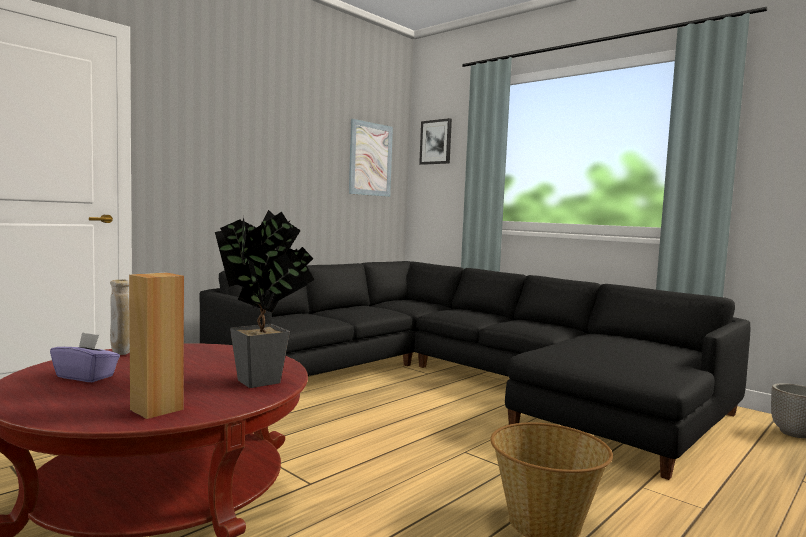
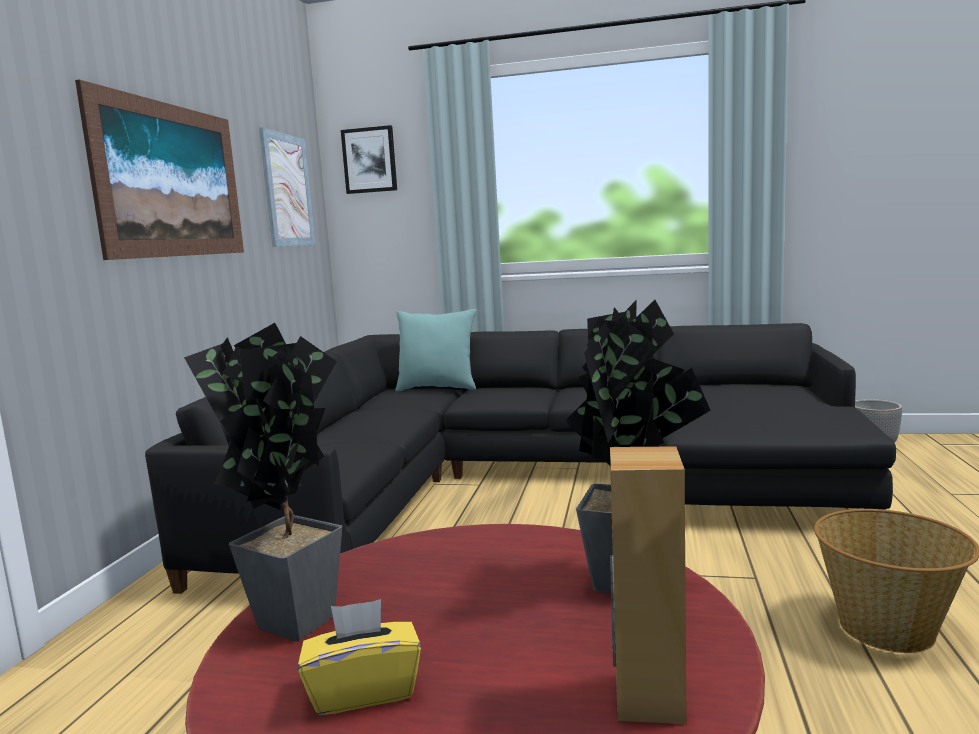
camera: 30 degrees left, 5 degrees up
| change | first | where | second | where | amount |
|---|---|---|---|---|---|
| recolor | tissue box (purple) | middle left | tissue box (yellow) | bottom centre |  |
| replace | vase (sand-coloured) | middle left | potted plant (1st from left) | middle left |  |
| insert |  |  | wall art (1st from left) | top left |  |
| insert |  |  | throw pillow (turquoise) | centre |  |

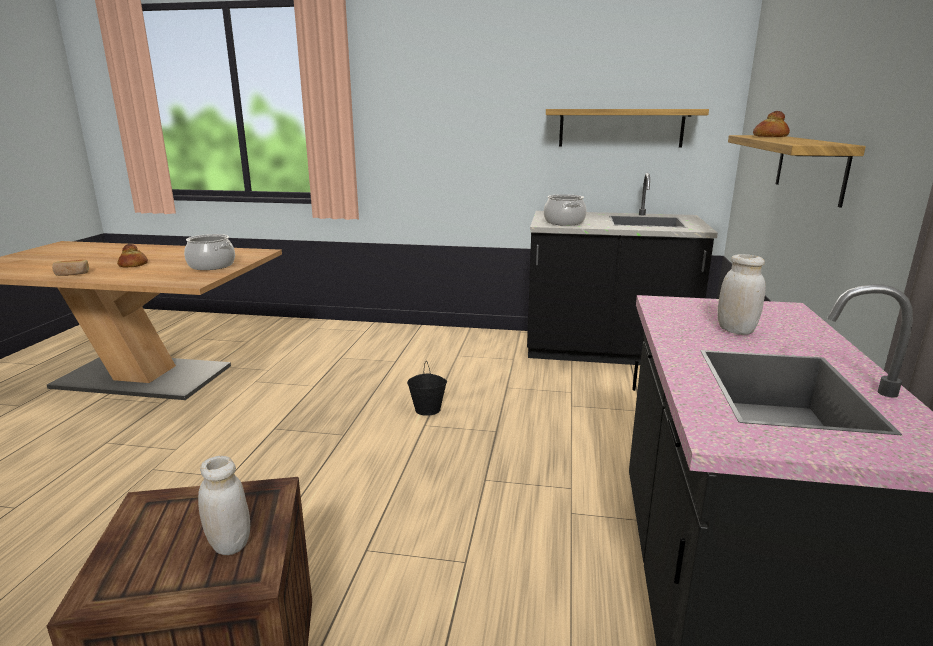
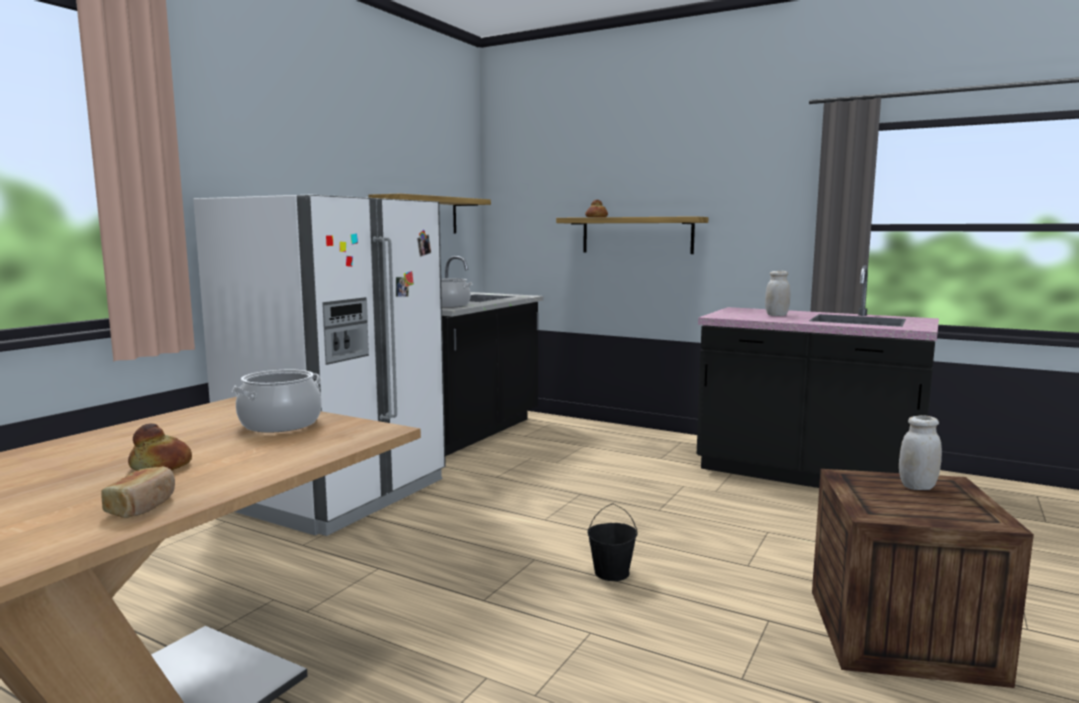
camera: 70 degrees left, 10 degrees down
| change | first | where | second | where | amount |
|---|---|---|---|---|---|
| move | water bucket (black) | centre |  | bottom centre |  |
| insert |  |  | kitchen fridge (white-coloured) | middle left |  |

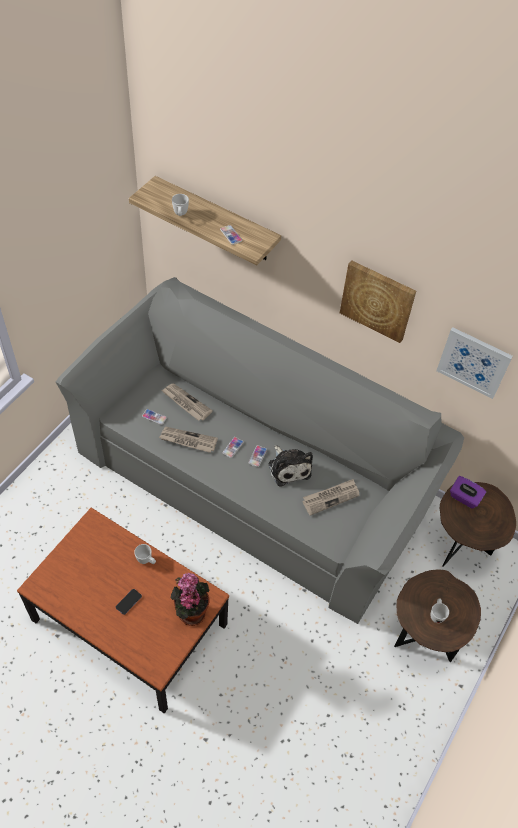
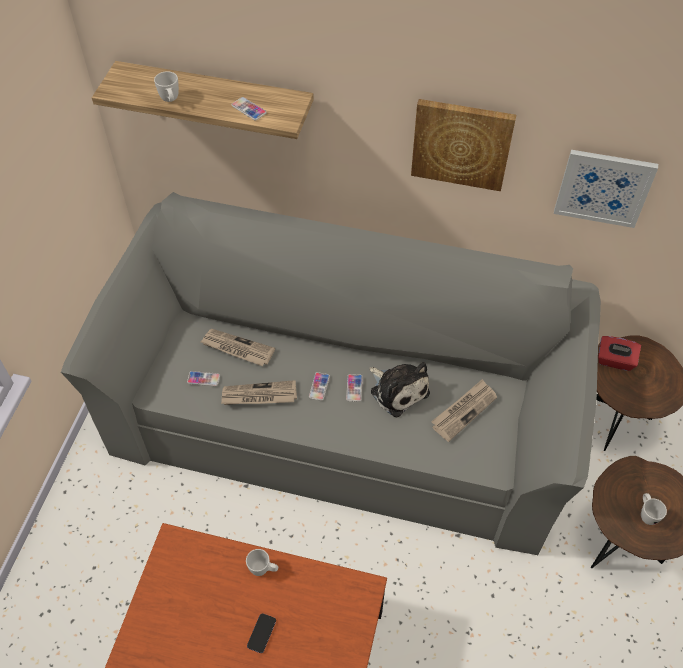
camera: 15 degrees left, 0 degrees up
| change | first | where | second | where | amount |
|---|---|---|---|---|---|
| delete | potted plant | bottom centre |  |  |  |
| recolor | tissue box (purple) | middle right | tissue box (reddish) | middle right |  |

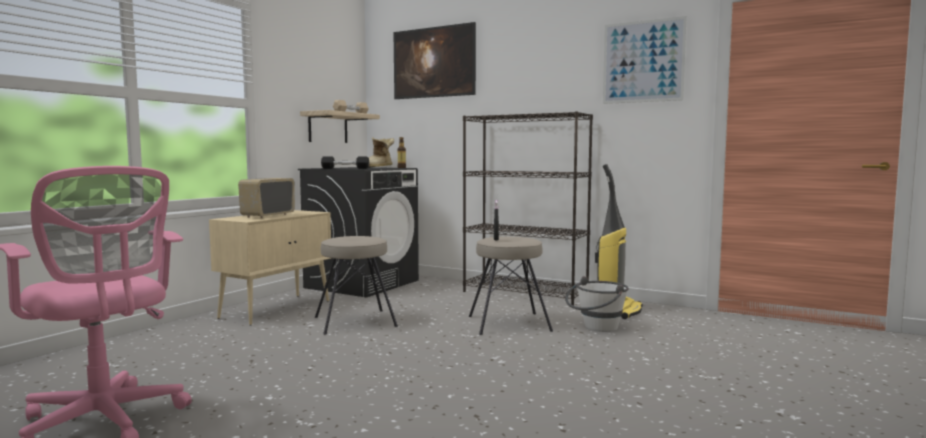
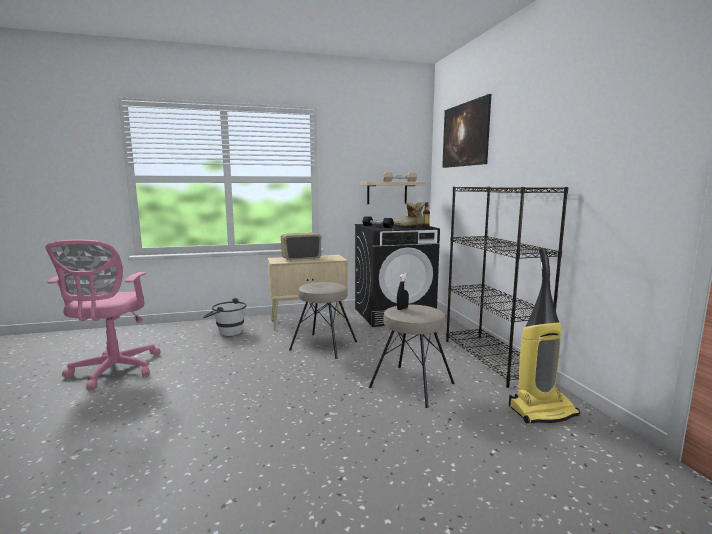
camera: 45 degrees right, 5 degrees up
| change | first | where | second | where | amount |
|---|---|---|---|---|---|
| move | water bucket (white-coloured) | bottom centre |  | middle left |  |
| delete | wall art (2nd from left) | top right |  |  |  |

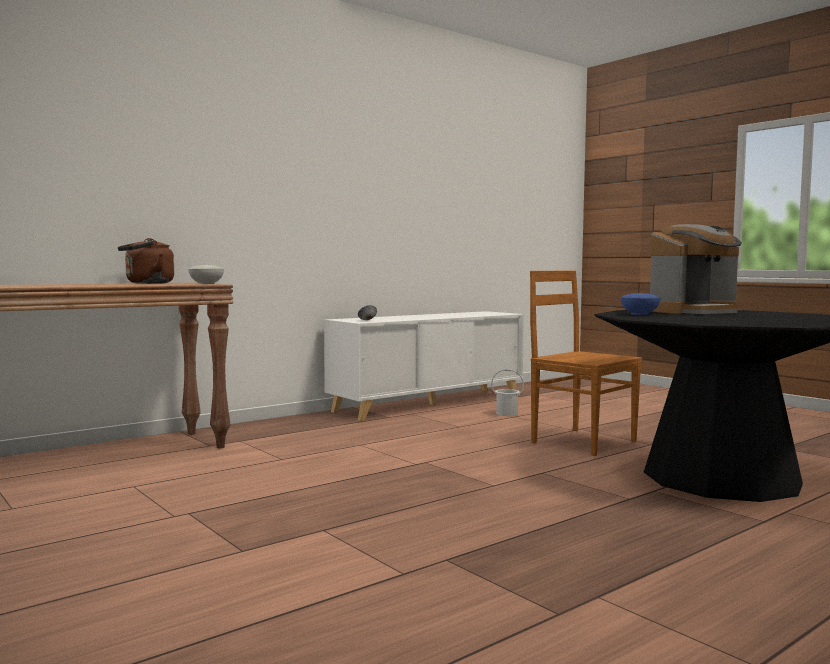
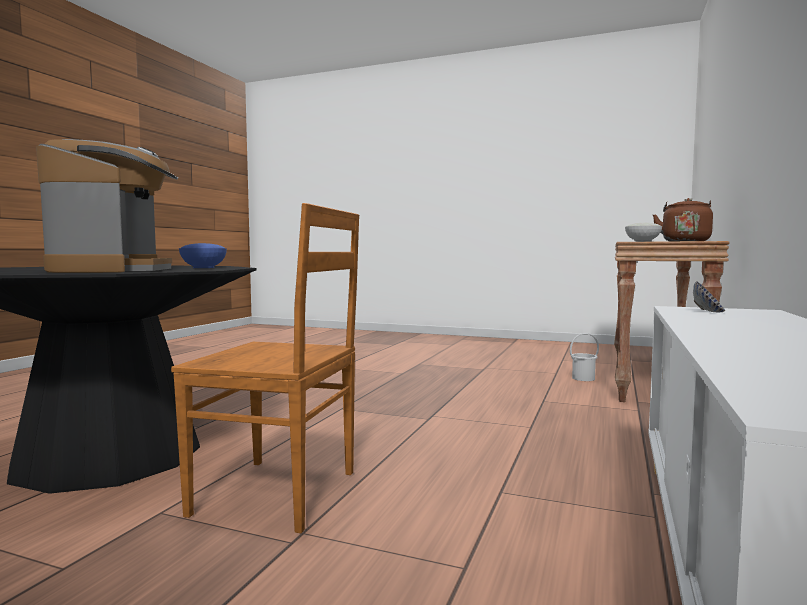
camera: 150 degrees right, 0 degrees up
| change | first | where | second | where | amount |
|---|---|---|---|---|---|
| move | water bucket (white-coloured) | centre |  | middle right |  |
| rotate | coffee maker | middle right |  | middle left | 135 degrees clockwise |

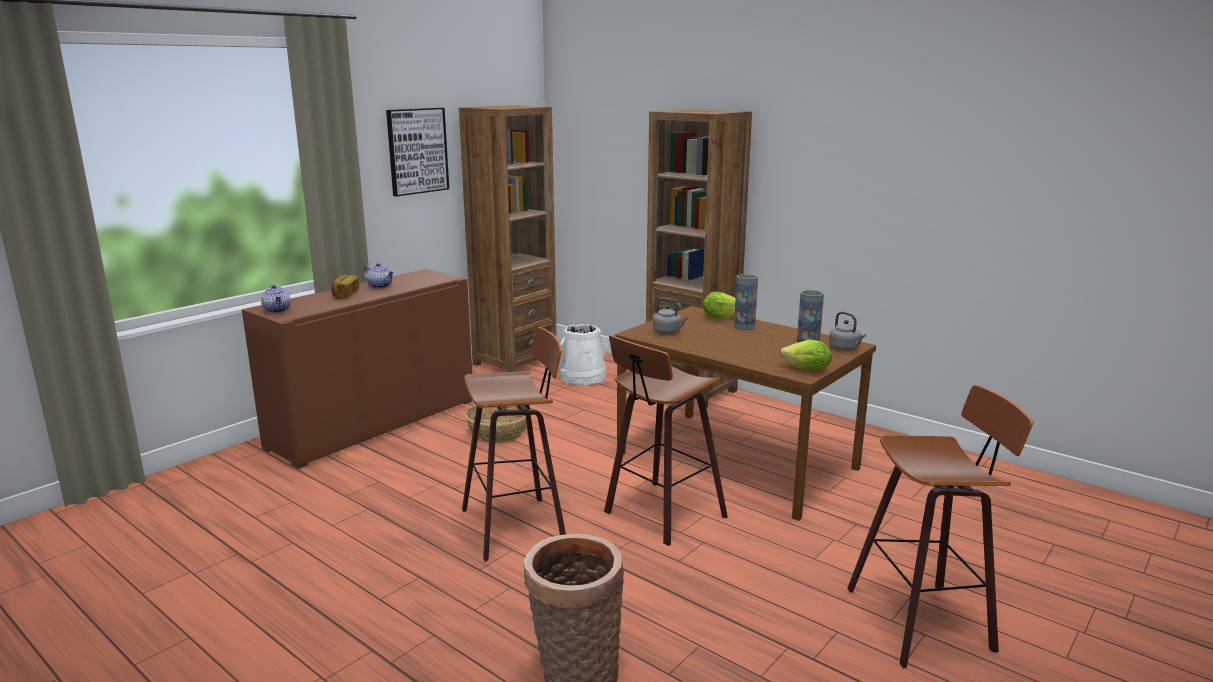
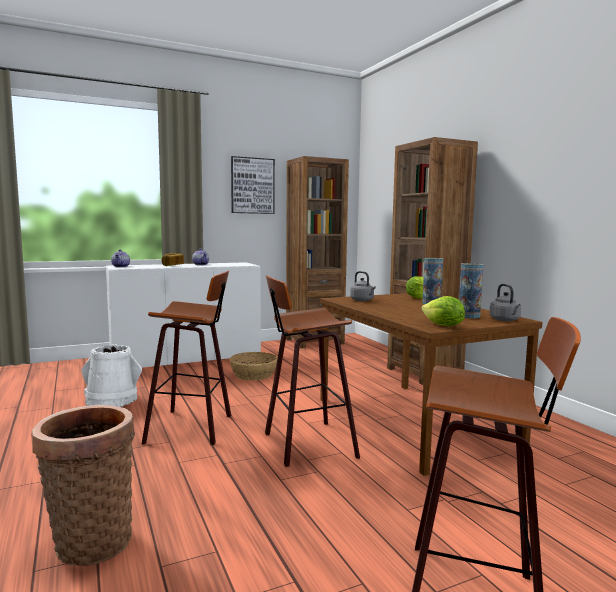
camera: 25 degrees right, 10 degrees down
| change | first | where | second | where | amount |
|---|---|---|---|---|---|
| recolor | cabinet (brown-coloured) | middle left | cabinet (white-coloured) | middle left |  |
| move | water bucket (white-coloured) | centre |  | middle left |  |

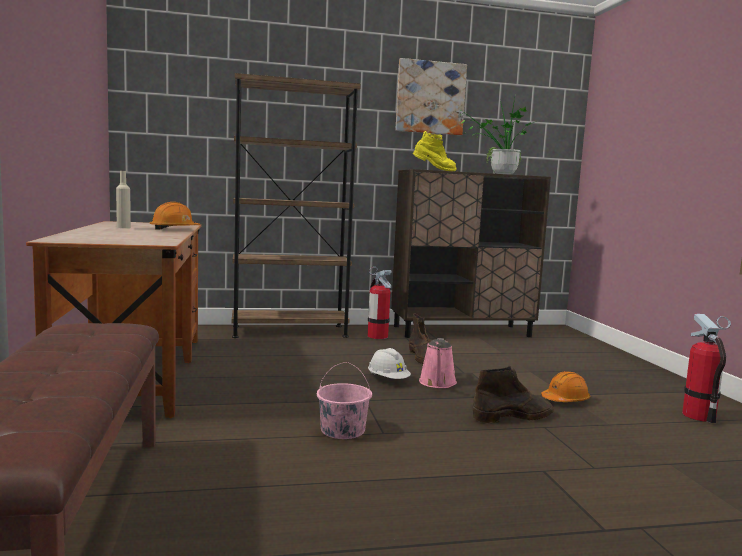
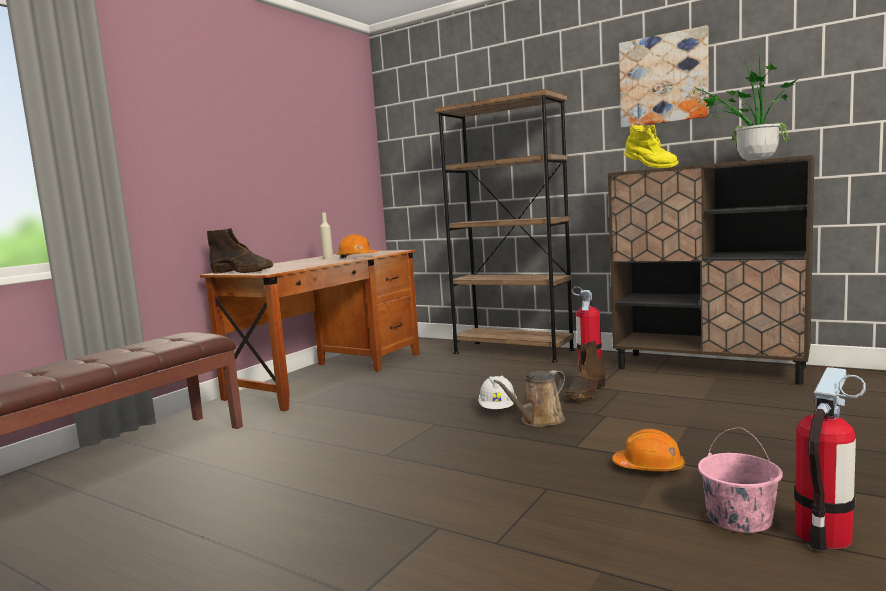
camera: 45 degrees right, 0 degrees up
| change | first | where | second | where | amount |
|---|---|---|---|---|---|
| move | water bucket (pink-coloured) | bottom centre |  | bottom right |  |
| recolor | sprinkling can (pink-coloured) | centre | sprinkling can (brown-coloured) | bottom centre |  |
| move | high-top boot (brown-coloured) (2nd from left in the first image) | bottom right | high-top boot (brown-coloured) (1st from left) | middle left |  |

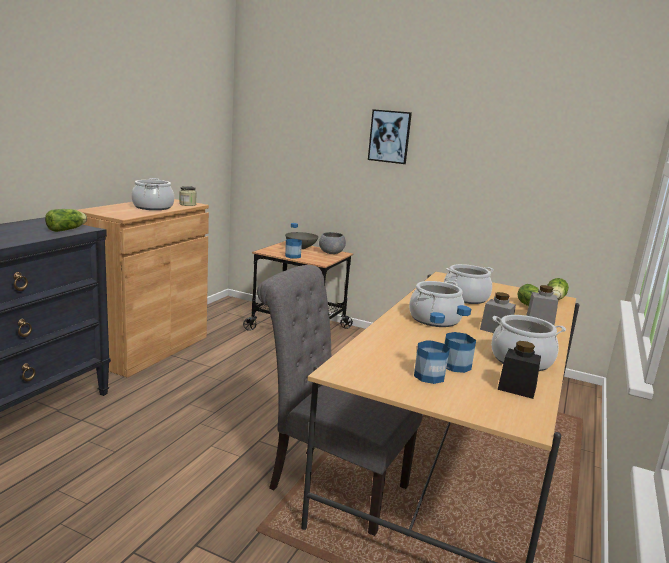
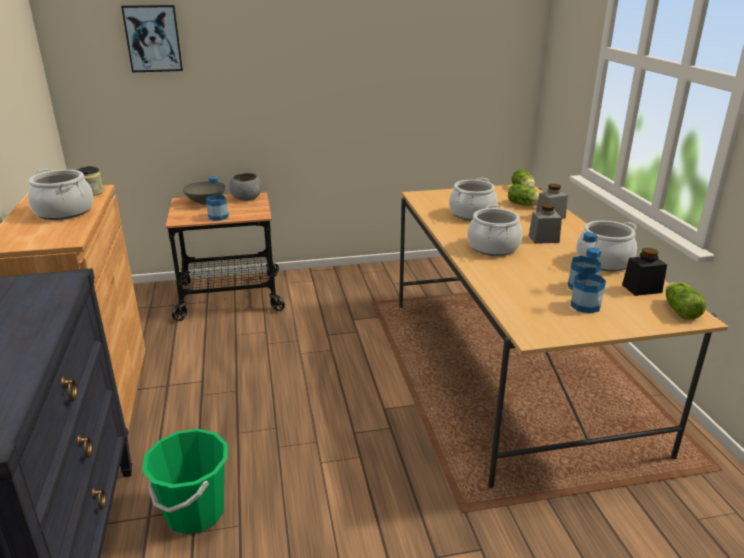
camera: 35 degrees left, 10 degrees up
| change | first | where | second | where | amount |
|---|---|---|---|---|---|
| move | lettuce head (1st from left in the first image) | middle left | lettuce head (3rd from left) | middle right |  |
| delete | upright chair (greyish) | bottom centre |  |  |  |
| move | wall art | top centre |  | top left |  |
| insert |  |  | water bucket (greenish) | bottom left |  |

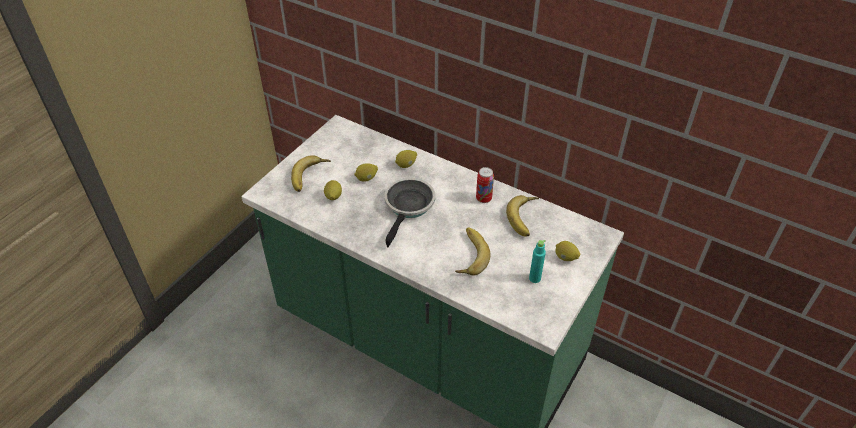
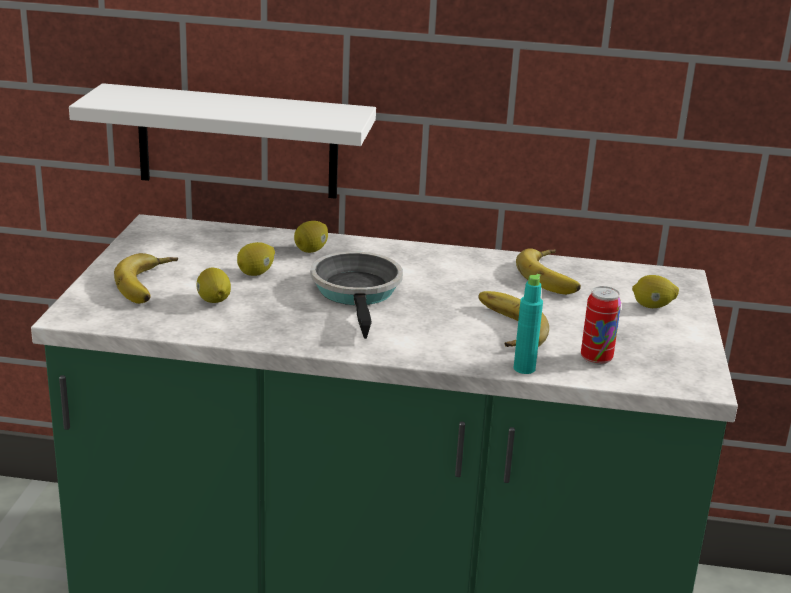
camera: 25 degrees left, 20 degrees down
| change | first | where | second | where | amount |
|---|---|---|---|---|---|
| move | metal can | centre |  | middle right |  |
| move | beverage bottle (turquoise) | centre |  | middle right |  |
| insert |  |  | shelf (white-coloured) | top left |  |

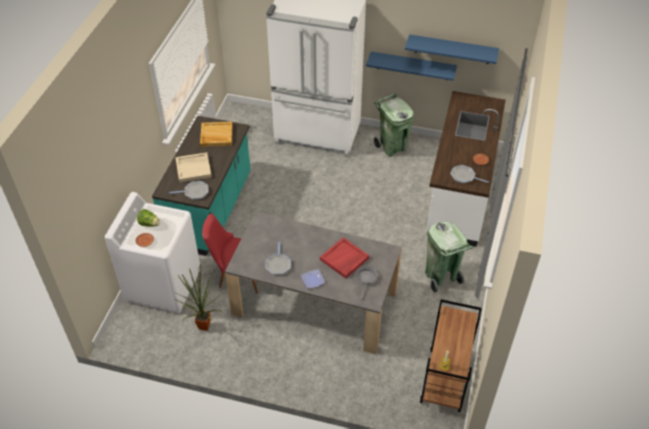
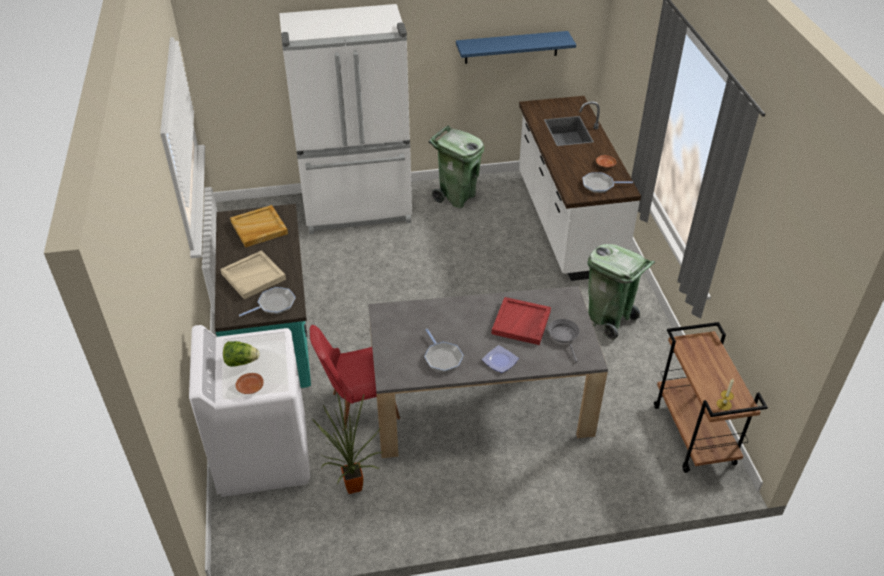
camera: 25 degrees left, 5 degrees down
| change | first | where | second | where | amount |
|---|---|---|---|---|---|
| delete | shelf (blue) (1st from left) | top centre |  |  |  |

